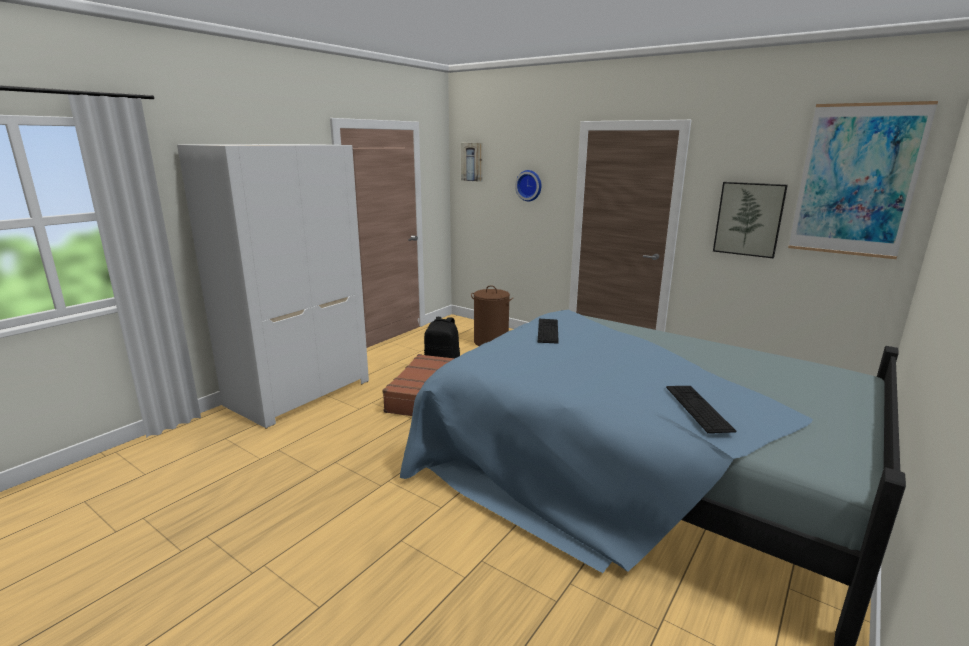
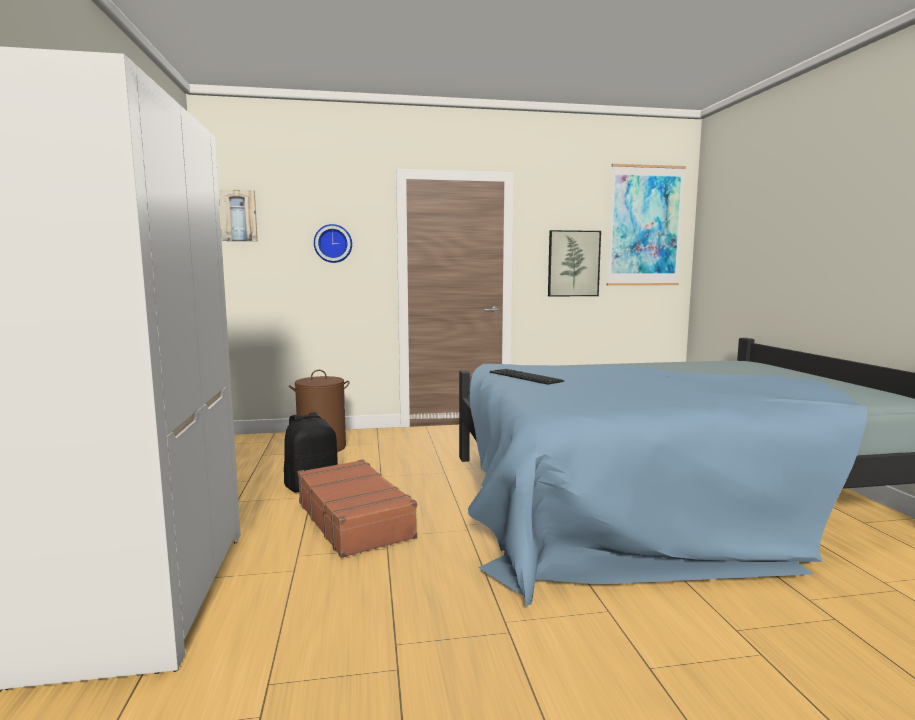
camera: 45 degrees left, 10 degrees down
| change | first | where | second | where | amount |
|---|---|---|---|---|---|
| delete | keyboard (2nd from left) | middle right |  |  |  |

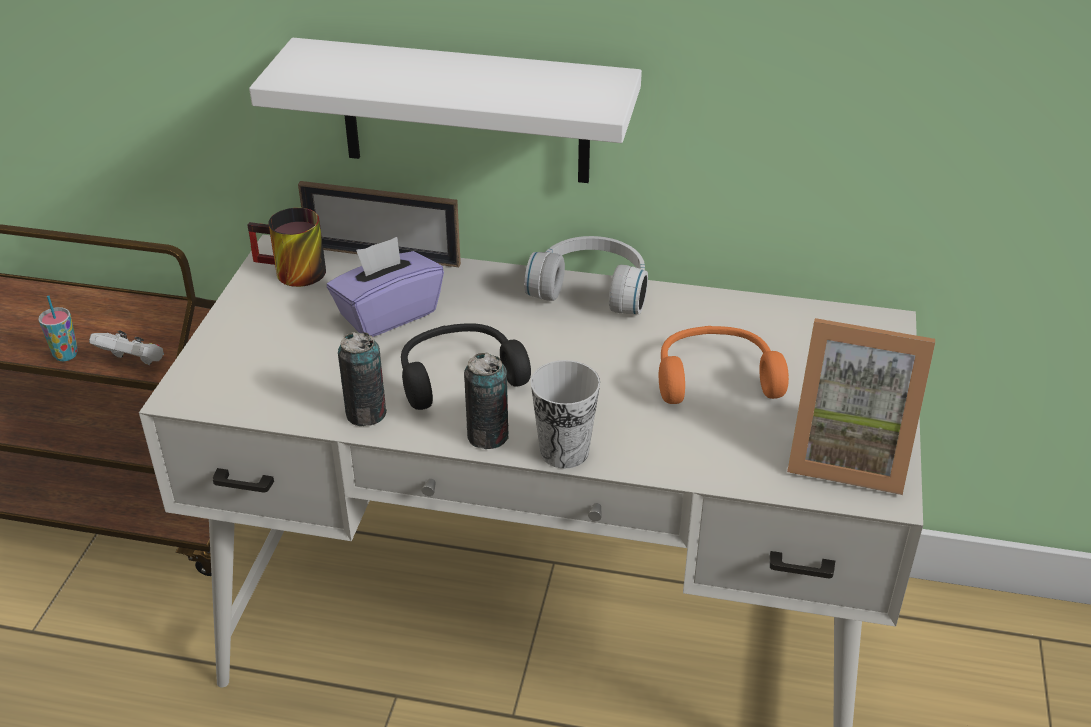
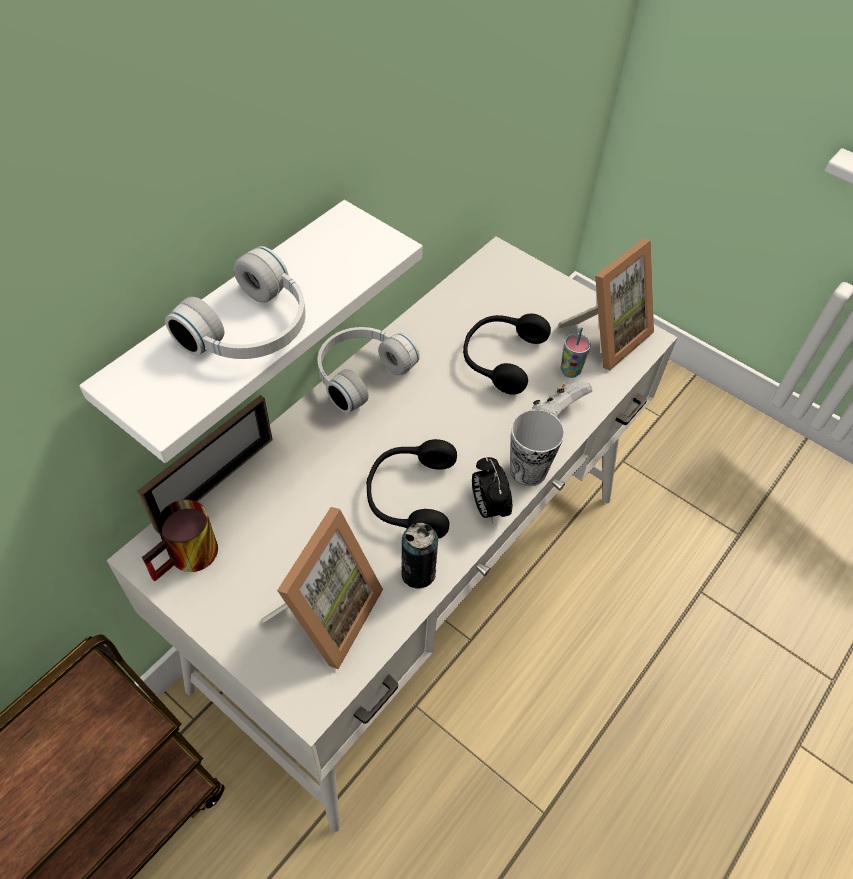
camera: 65 degrees left, 15 degrees up
| change | first | where | second | where | amount |
|---|---|---|---|---|---|
| move | drinking cup (1st from left in the first image) | middle left | drinking cup (2nd from left) | middle right |  |
| move | gamepad (white-coloured) | middle left |  | centre |  |
| delete | tissue box (purple) | centre |  |  |  |
| replace | metal can (2nd from left) | centre | bedside clock | centre |  |
| recolor | headset (orangey) | centre | headset (black) (2nd from left) | centre |  |
| insert |  |  | headset (white-coloured) (1st from left) | middle left |  |
| insert |  |  | picture frame (2nd from left) | bottom centre |  |

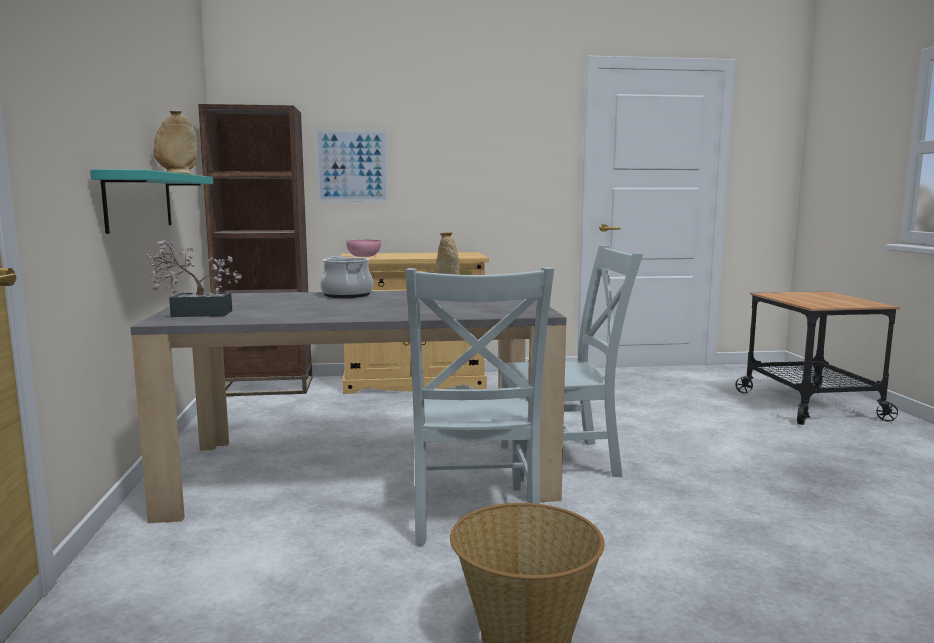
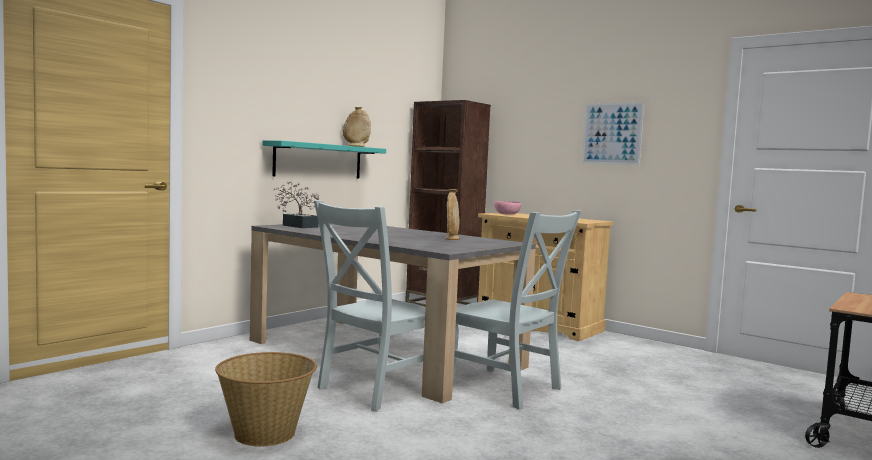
camera: 45 degrees right, 5 degrees down
| change | first | where | second | where | amount |
|---|---|---|---|---|---|
| move | wall art | top centre |  | top right |  |
| delete | cooking pot | centre |  |  |  |

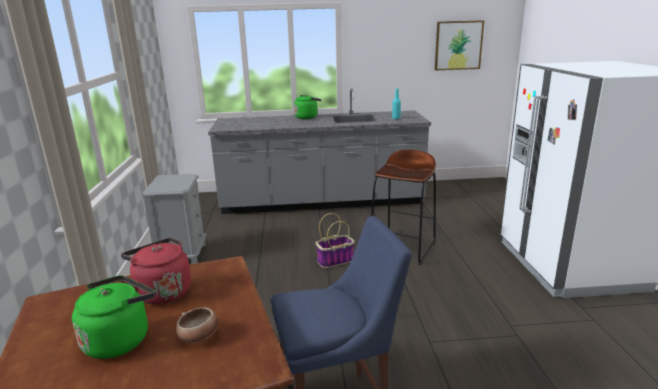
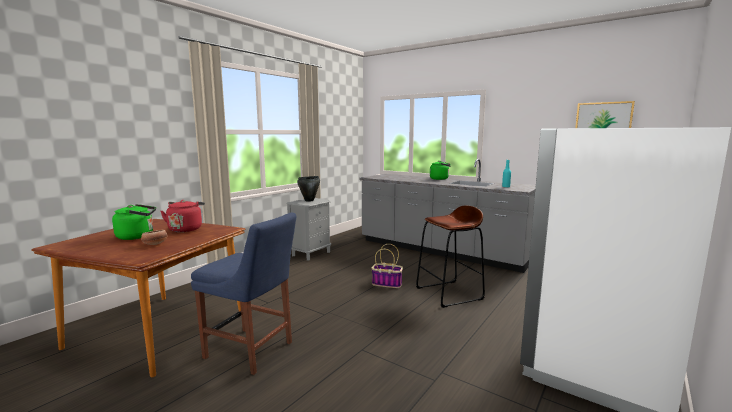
camera: 40 degrees right, 10 degrees down
| change | first | where | second | where | amount |
|---|---|---|---|---|---|
| insert |  |  | cooking pot (black) | centre |  |

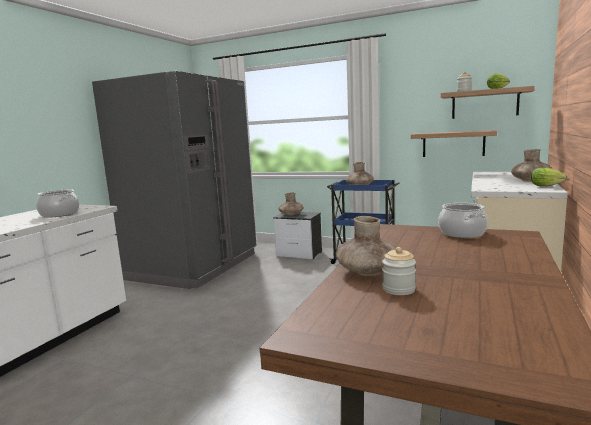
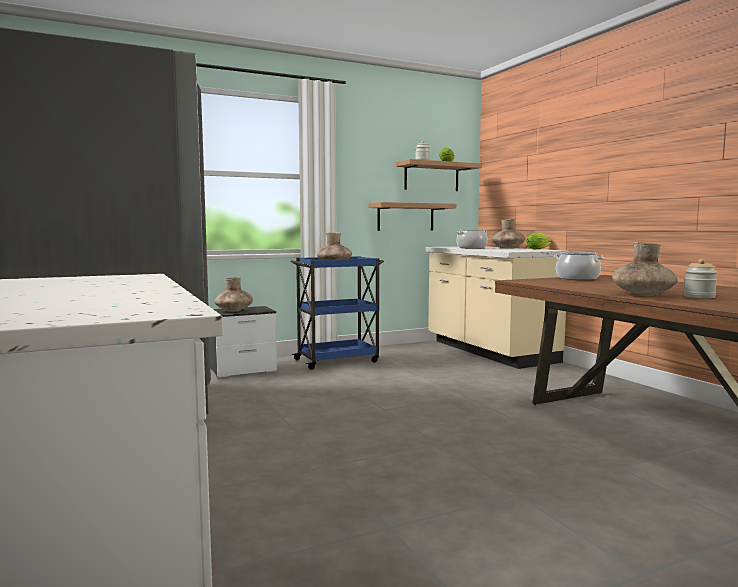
camera: 50 degrees left, 5 degrees down
| change | first | where | second | where | amount |
|---|---|---|---|---|---|
| move | cooking pot (1st from left) | middle left |  | centre |  |

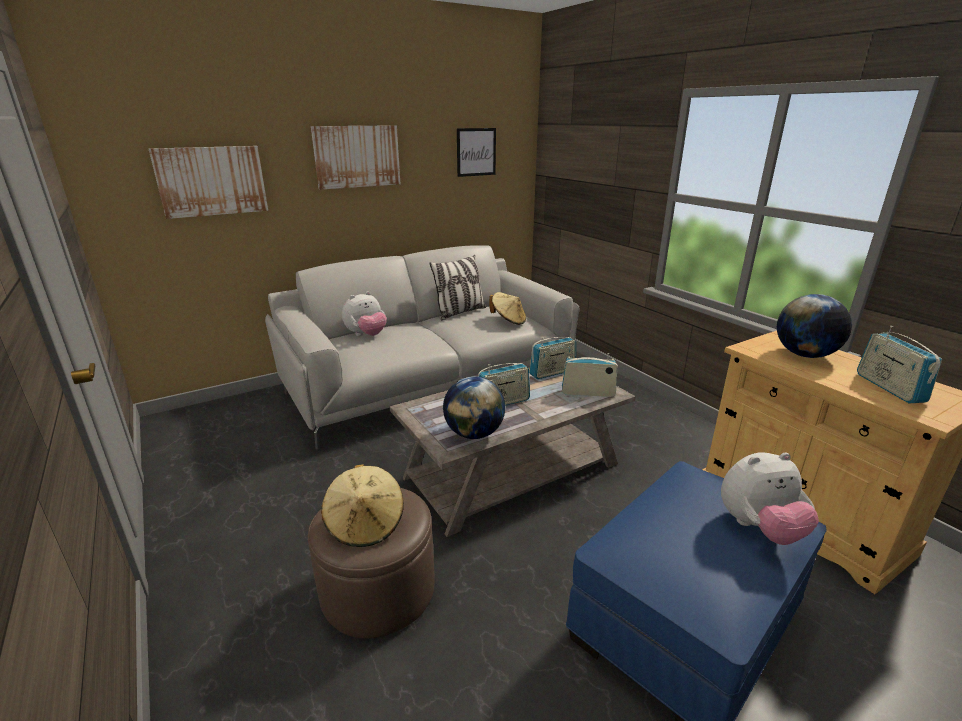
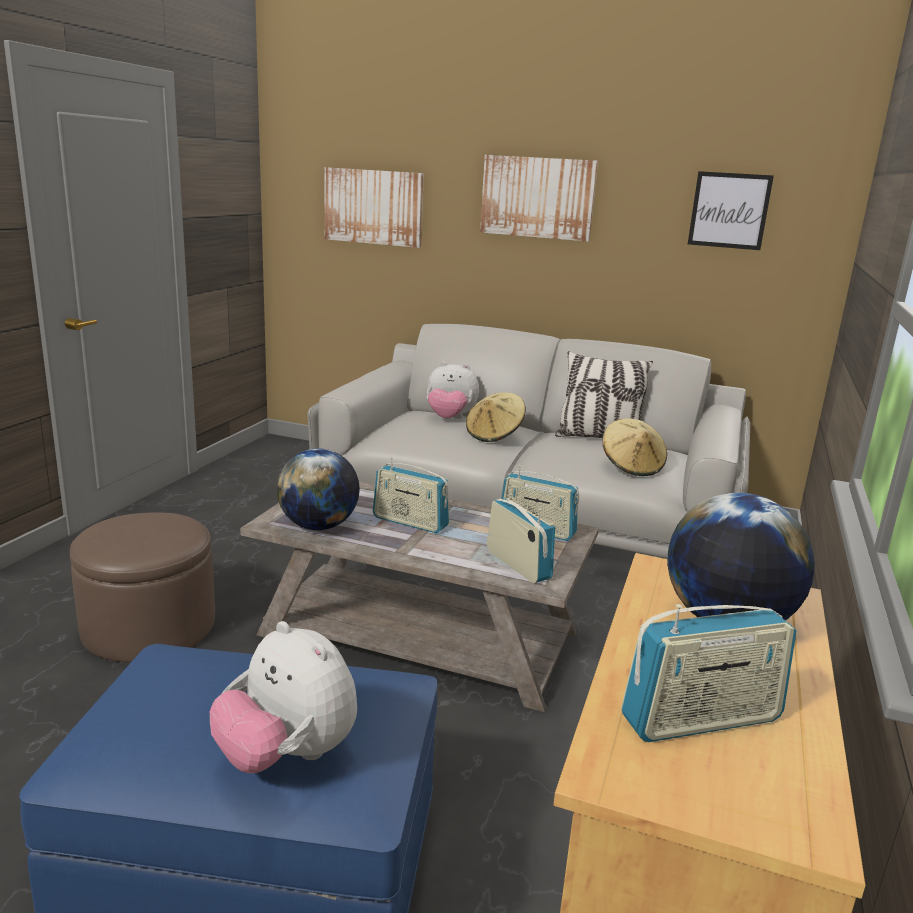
camera: 50 degrees right, 5 degrees down
| change | first | where | second | where | amount |
|---|---|---|---|---|---|
| move | hat (sand-coloured) (1st from left) | bottom centre |  | centre |  |
| rotate | radio receiver (4th from left) | middle right |  | bottom right | 150 degrees counterclockwise |

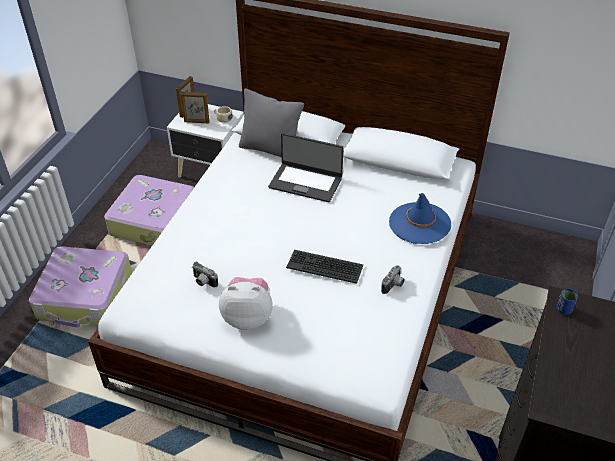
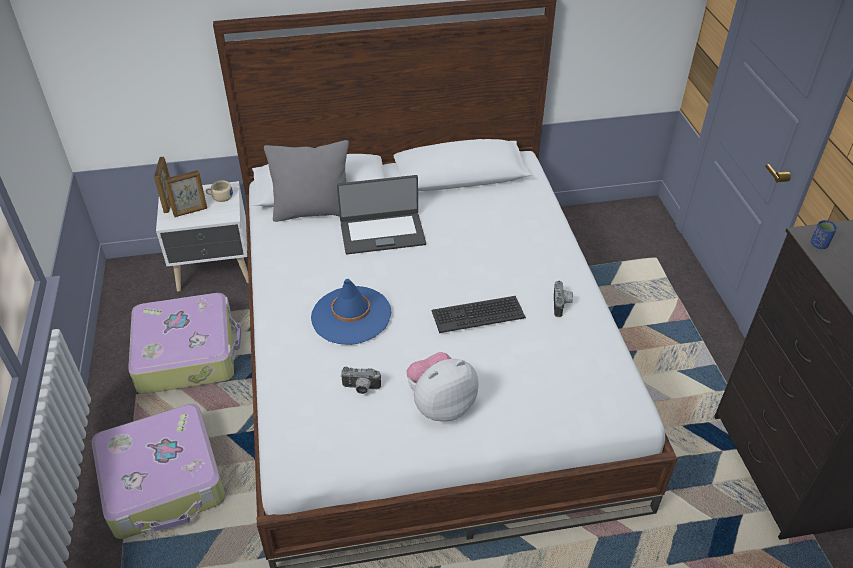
camera: 30 degrees left, 0 degrees up
| change | first | where | second | where | amount |
|---|---|---|---|---|---|
| move | hat (blue) | middle right |  | centre |  |

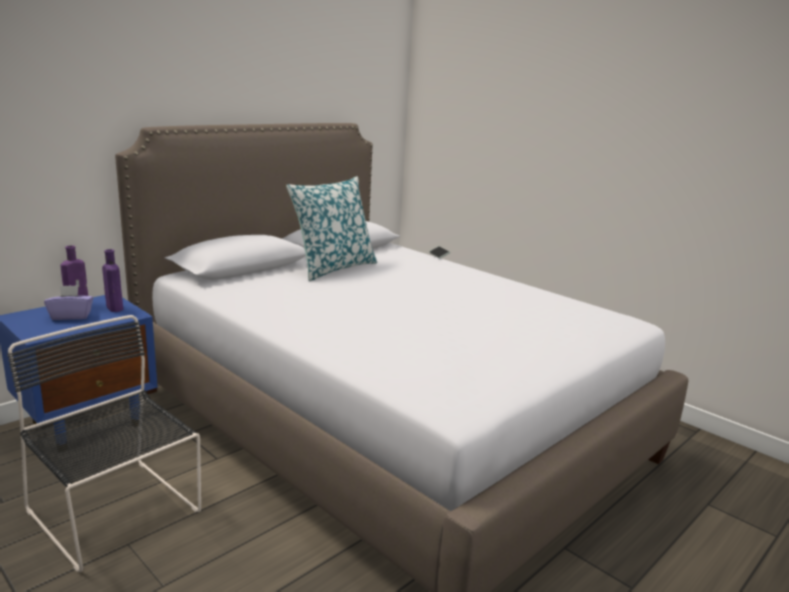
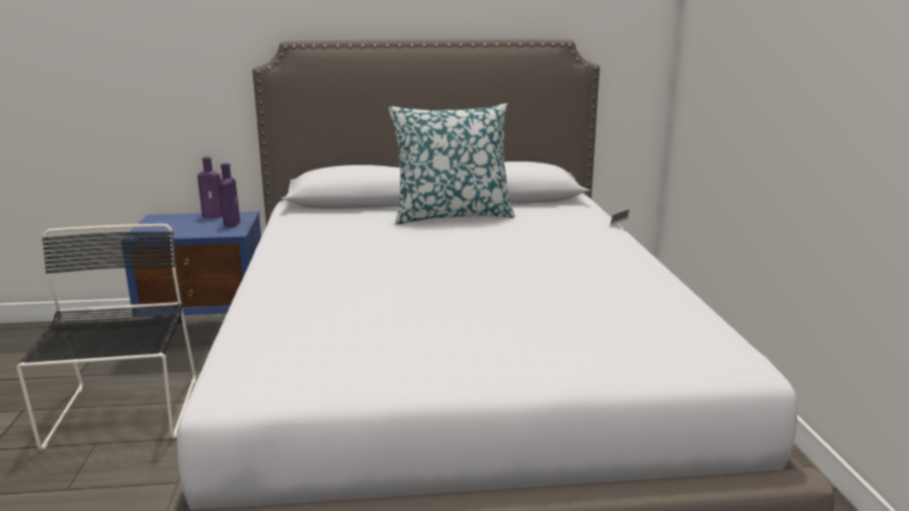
camera: 40 degrees right, 0 degrees up
| change | first | where | second | where | amount |
|---|---|---|---|---|---|
| delete | tissue box (purple) | middle left |  |  |  |

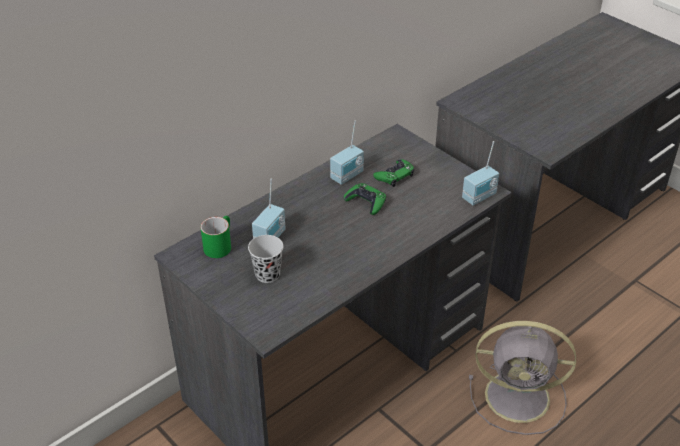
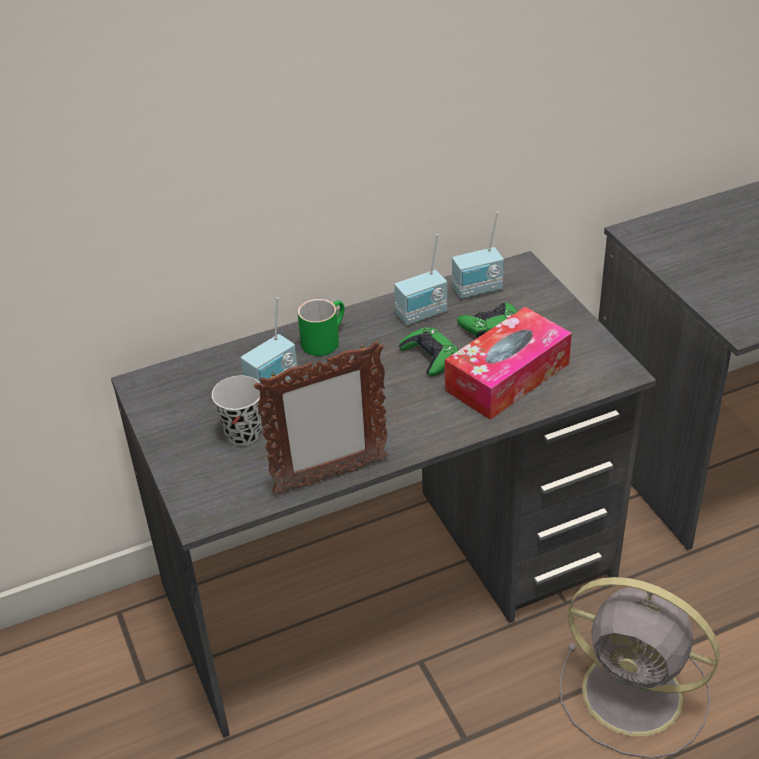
camera: 20 degrees right, 0 degrees up
| change | first | where | second | where | amount |
|---|---|---|---|---|---|
| move | coffee mug (greenish) | middle left |  | centre |  |
| move | radio receiver (3rd from left) | middle right |  | centre |  |
| insert |  |  | picture frame | centre |  |
| insert |  |  | tissue box | middle right |  |

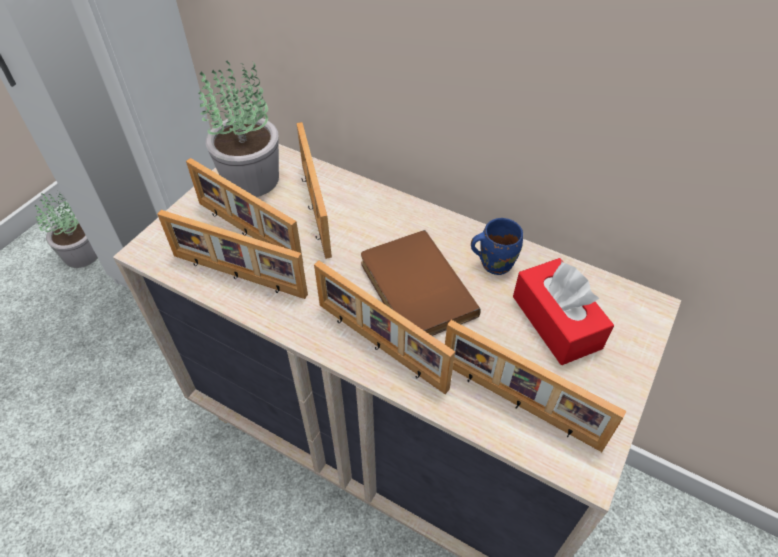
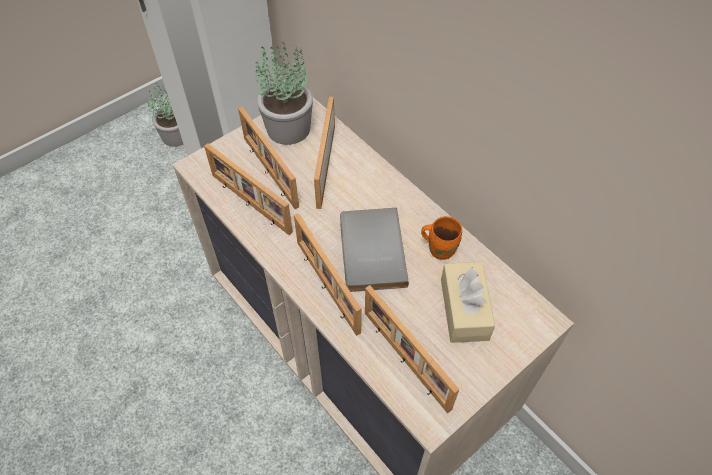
camera: 20 degrees right, 5 degrees up
| change | first | where | second | where | amount |
|---|---|---|---|---|---|
| recolor | book (brown-coloured) | centre | book (greyish) | centre |  |
| recolor | coffee mug (blue) | centre | coffee mug (orangey) | centre |  |
| recolor | tissue box (reddish) | middle right | tissue box (sand-coloured) | centre |  |

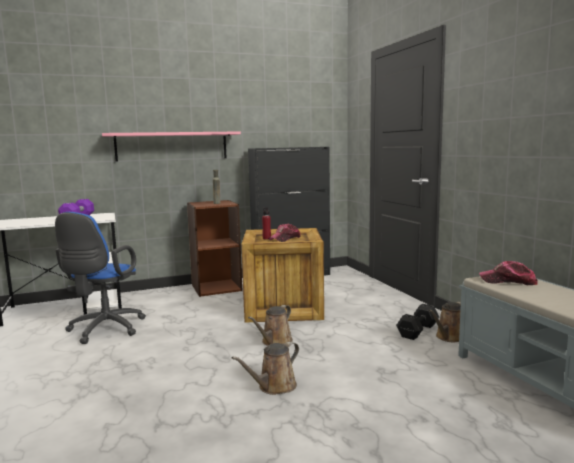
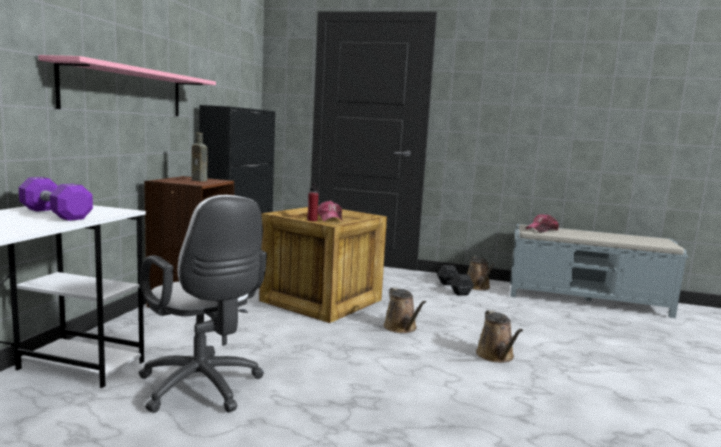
camera: 55 degrees left, 0 degrees up
| change | first | where | second | where | amount |
|---|---|---|---|---|---|
| recolor | office chair (blue) | middle left | office chair (white-coloured) | bottom left |  |

